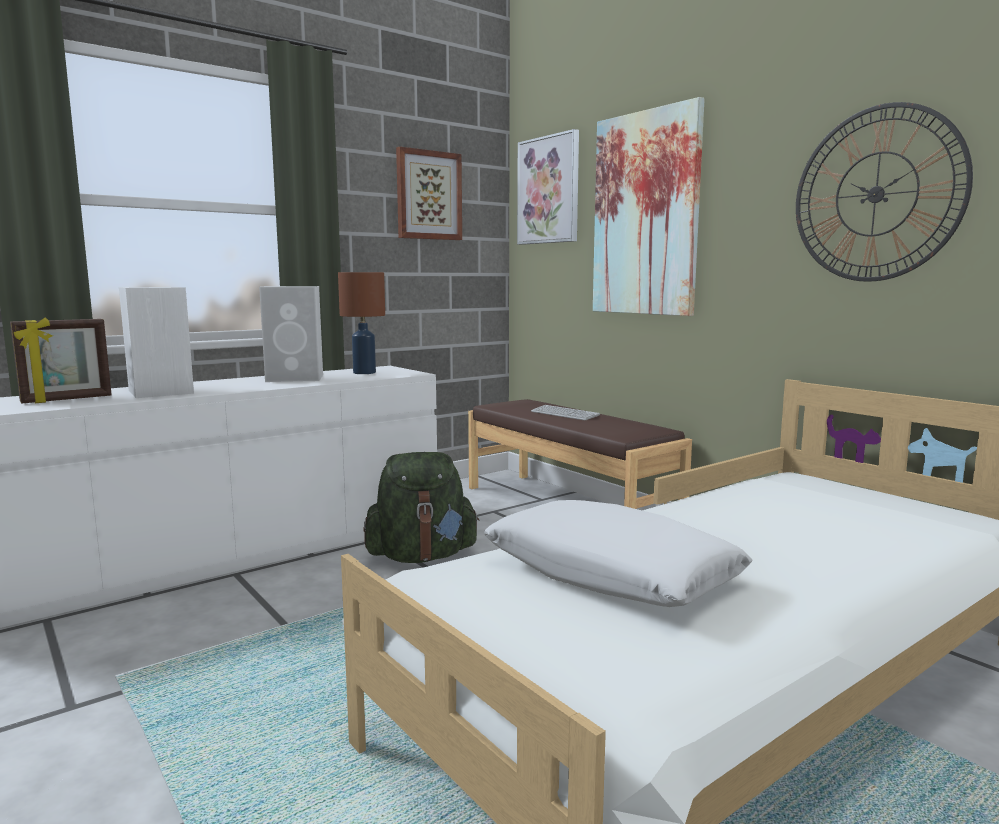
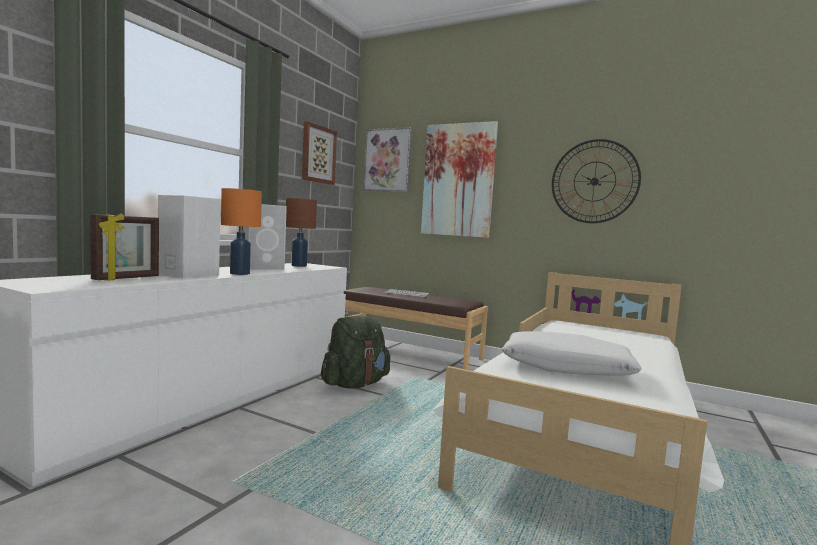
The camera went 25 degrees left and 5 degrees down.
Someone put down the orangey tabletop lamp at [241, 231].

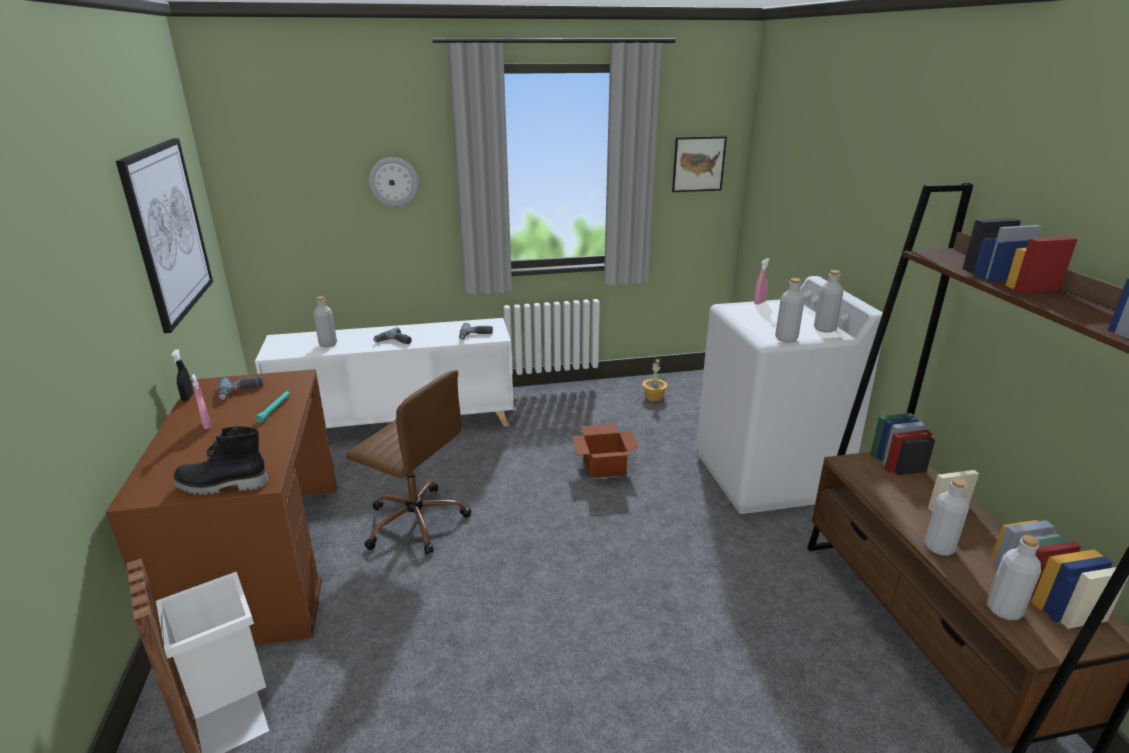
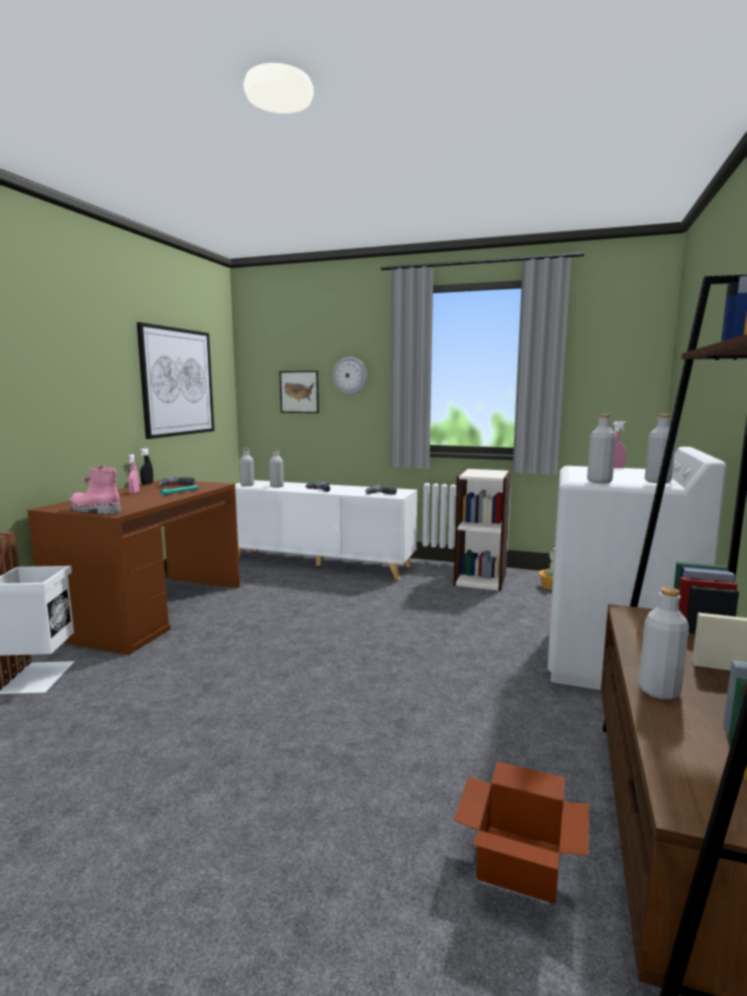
The camera went 30 degrees right and 15 degrees down.
Someone repainted the blackish tall boot at [220, 460], which became the pinkish tall boot at [95, 490].
Someone carried the grey bottle from [1014, 577] to [247, 467].
Someone carried the wall art from [699, 164] to [299, 392].
Someone put down the bookcase at [482, 529].
Someone carried the cardboard box from [606, 451] to [521, 832].
Someone took away the brown desk chair at [408, 462].

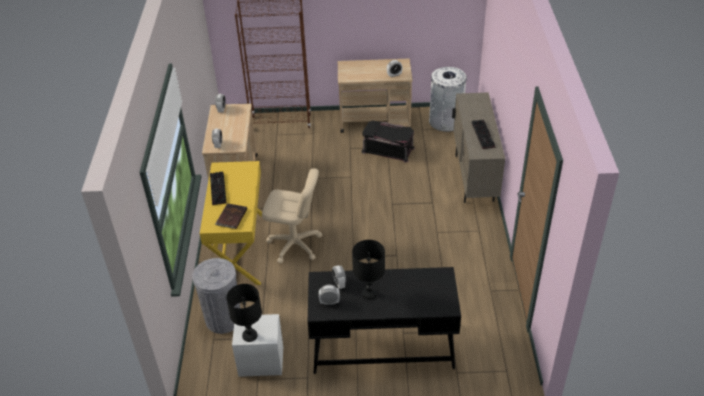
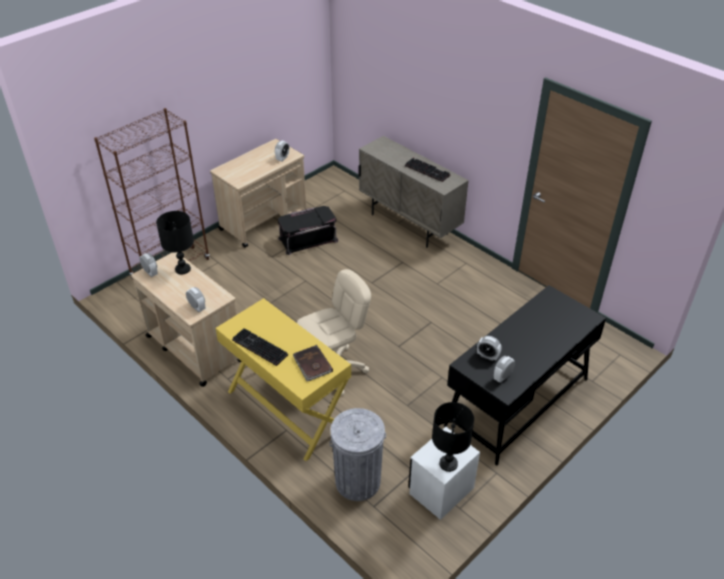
The camera went 45 degrees left and 0 degrees up.
Someone carried the blackish tabletop lamp from [368, 270] to [175, 242].
Someone took away the white waste bin at [448, 99].

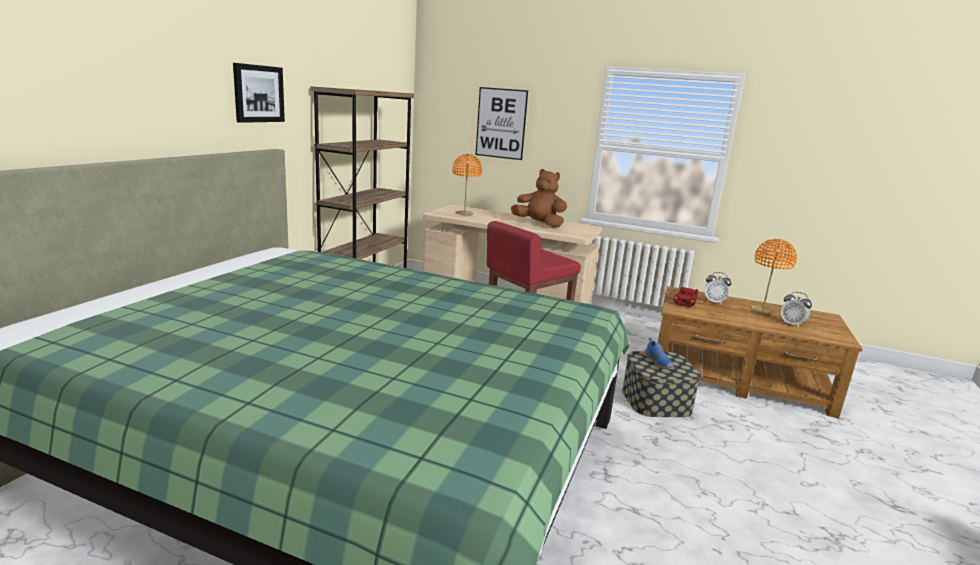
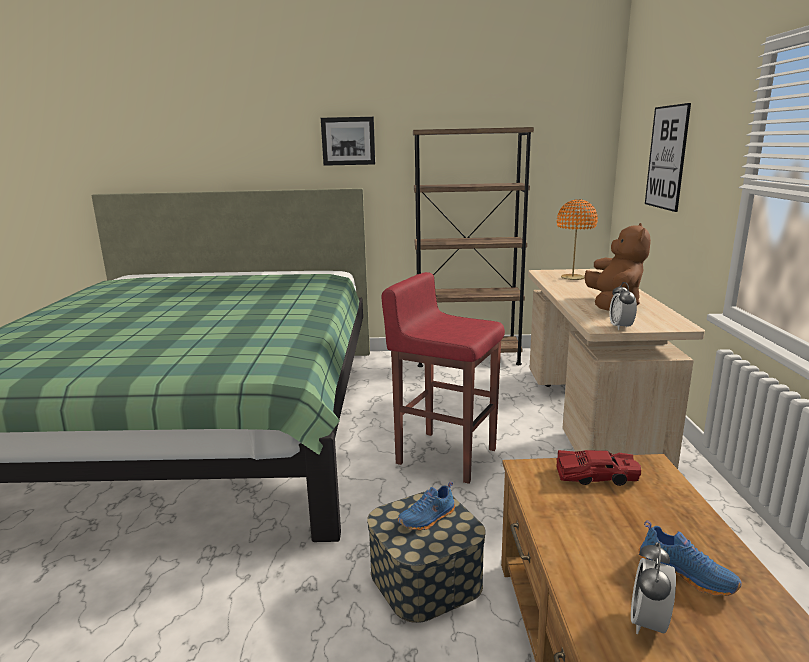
The camera went 70 degrees right and 0 degrees up.
Someone carried the alarm clock from [718, 288] to [623, 306].
Someone swapped the orangey tabletop lamp at [774, 277] for the bluish low shoe at [690, 558].

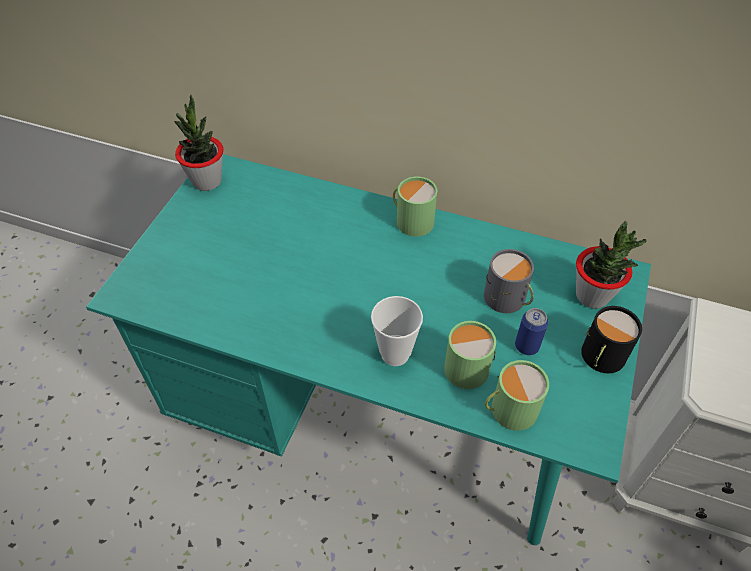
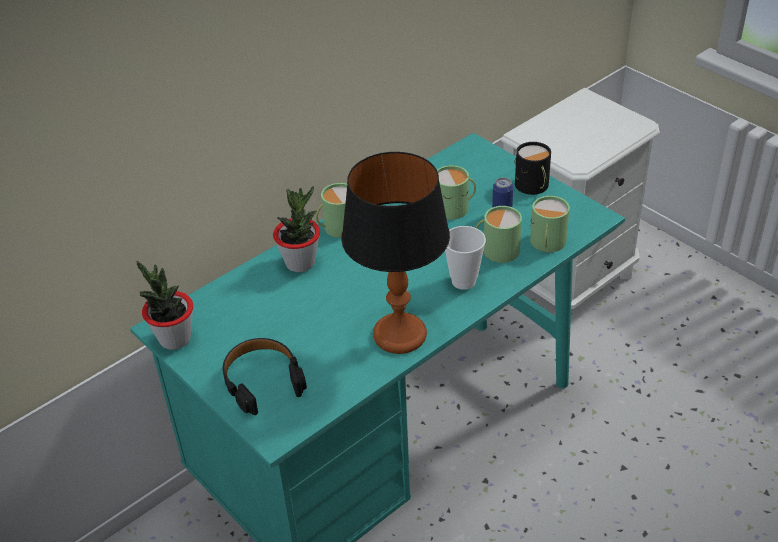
The camera went 60 degrees left and 10 degrees down.
Someone put down the blackish pair of headphones at [265, 376].
Someone carried the houseplant from [611, 264] to [296, 229].
Someone put down the tabletop lamp at [395, 253].
Someone repainted the grey mug at [509, 281], which became the green-coloured mug at [456, 192].

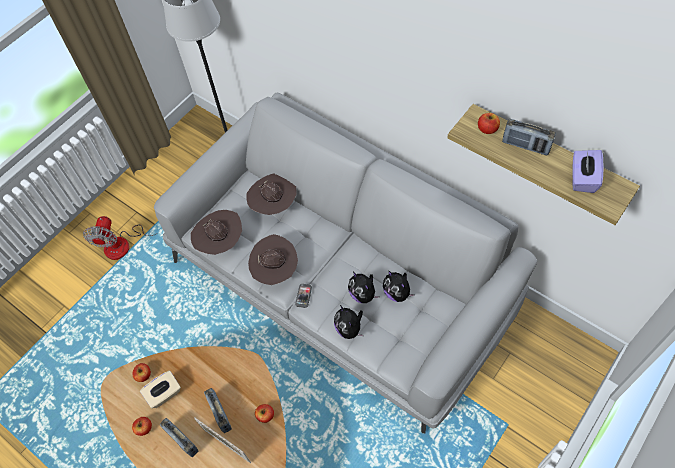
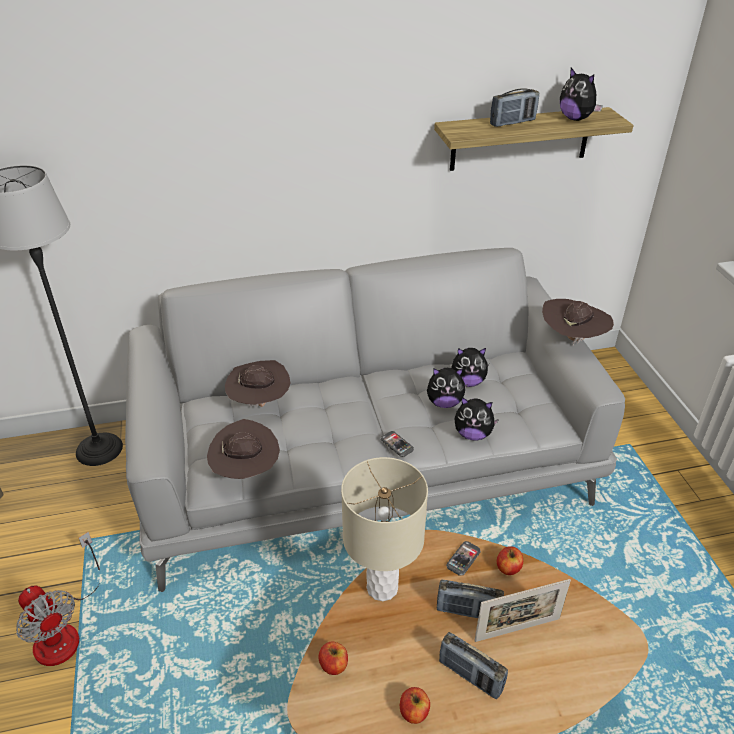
The camera went 55 degrees left and 20 degrees down.
Someone put down the beige tabletop lamp at [384, 529].
Someone rotated the radio at [179, 437] by 45 degrees clockwise.
Someone put down the phone at [463, 558].
Someone carried the brown hat from [273, 259] to [578, 322].
Someone swapped the purple tissue holder at [588, 171] for the soft toy at [581, 94].
Someone took away the beige tissue holder at [160, 389].
Someone took away the apple at [489, 123].

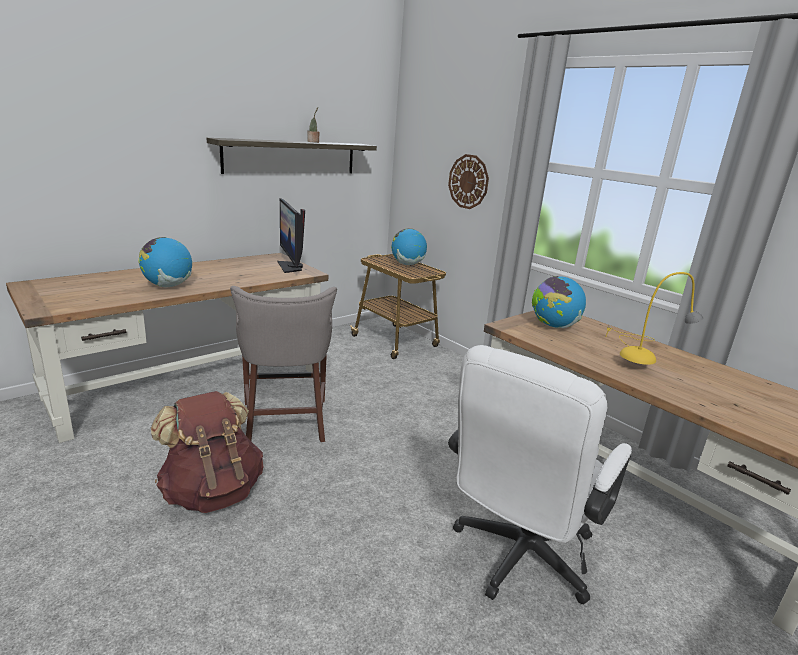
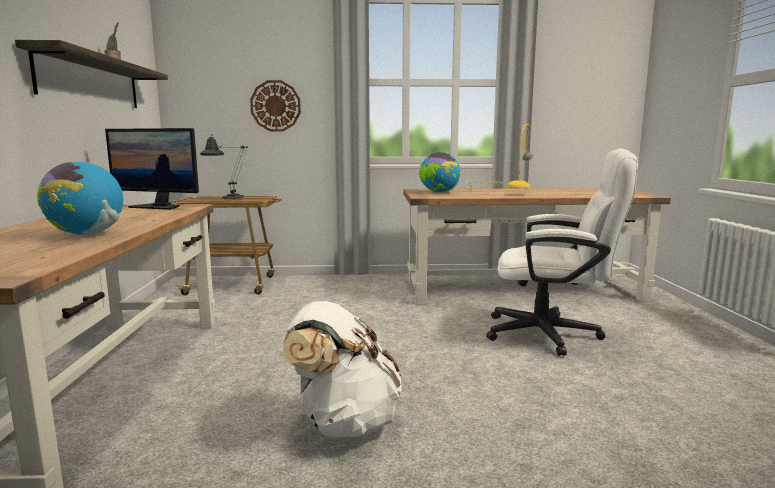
The camera went 50 degrees left and 10 degrees down.
Someone swapped the world globe at [409, 246] for the tabletop lamp at [224, 167].
Someone repainted the brown rucksack at [207, 452], which became the white rucksack at [342, 369].
Someone rotated the white desk chair at [540, 475] by 60 degrees counterclockwise.
Someone took away the grey stool seat at [283, 364].

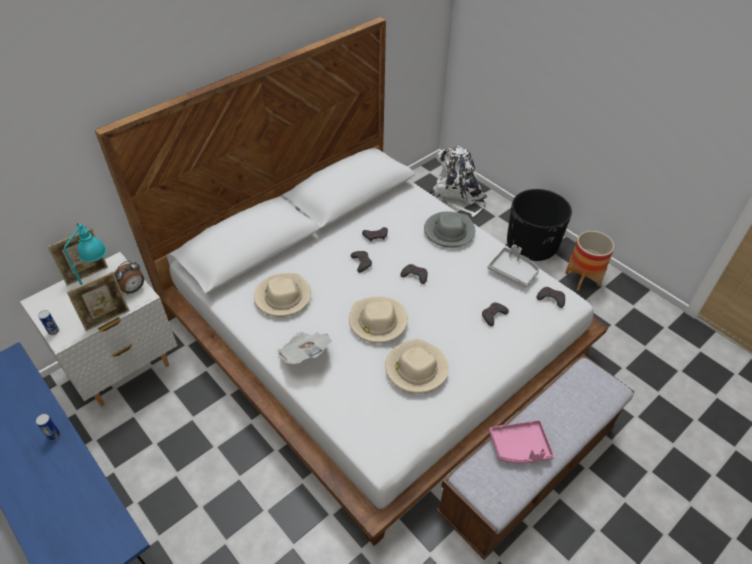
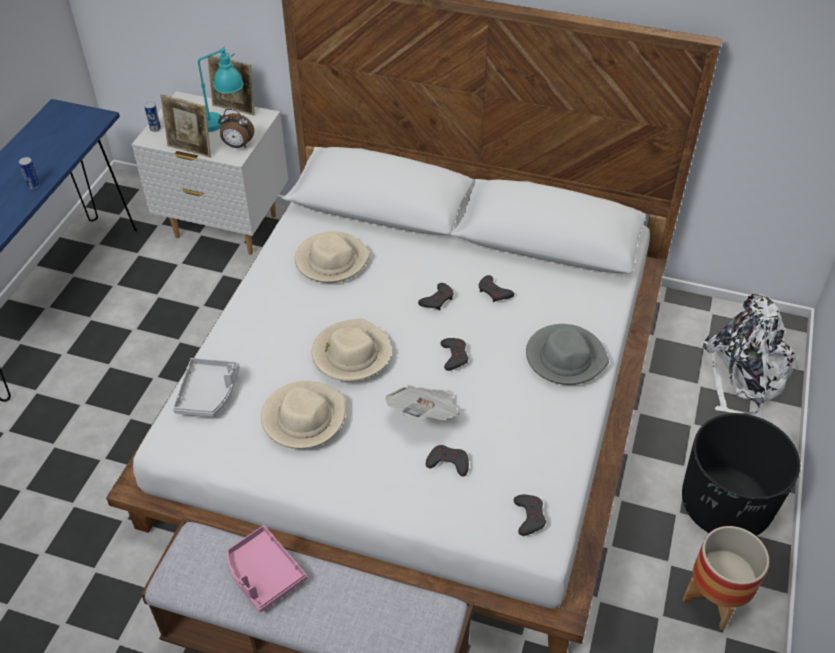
The camera went 60 degrees right and 0 degrees up.
Someone carried the grey serving tray from [513, 266] to [206, 387].
Someone carried the newspaper from [304, 348] to [423, 402].

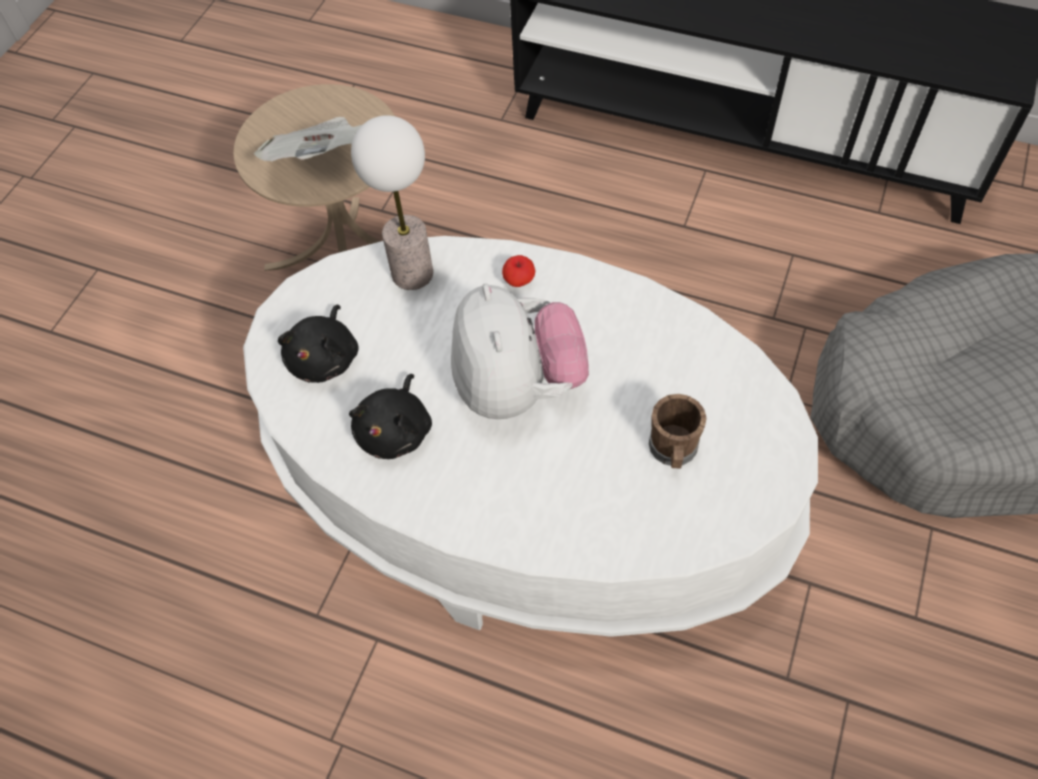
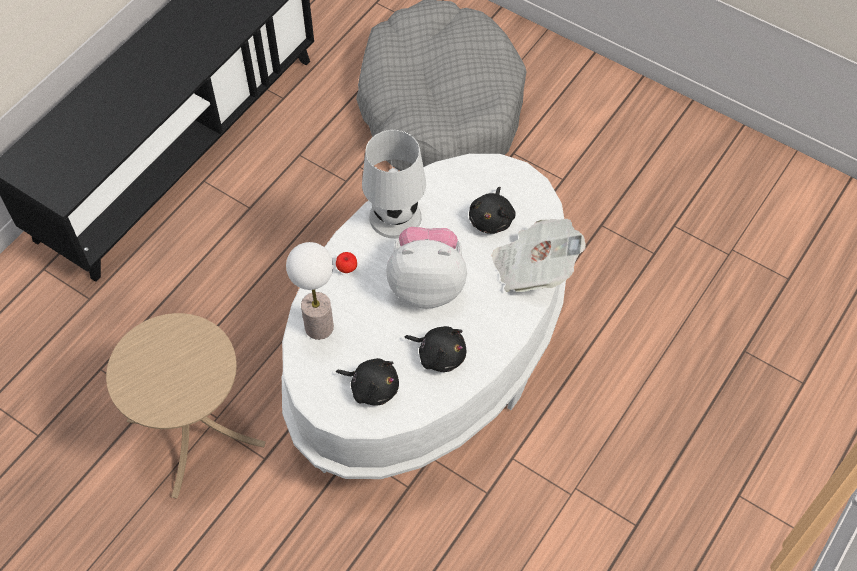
The camera went 80 degrees left and 0 degrees up.
Someone put down the white tabletop lamp at [394, 184].
Someone swapped the brown mug at [678, 431] for the blackish soft toy at [492, 210].
Someone carried the newspaper from [308, 139] to [538, 255].

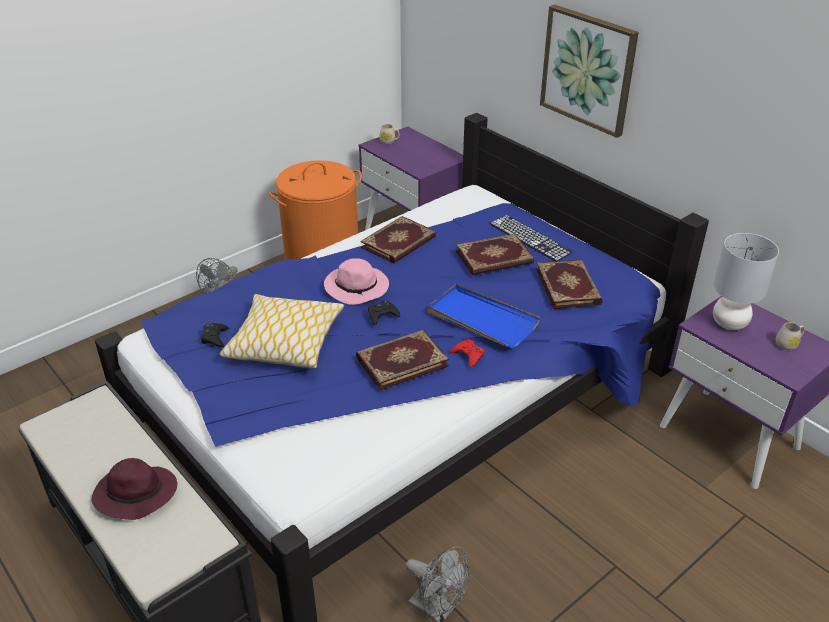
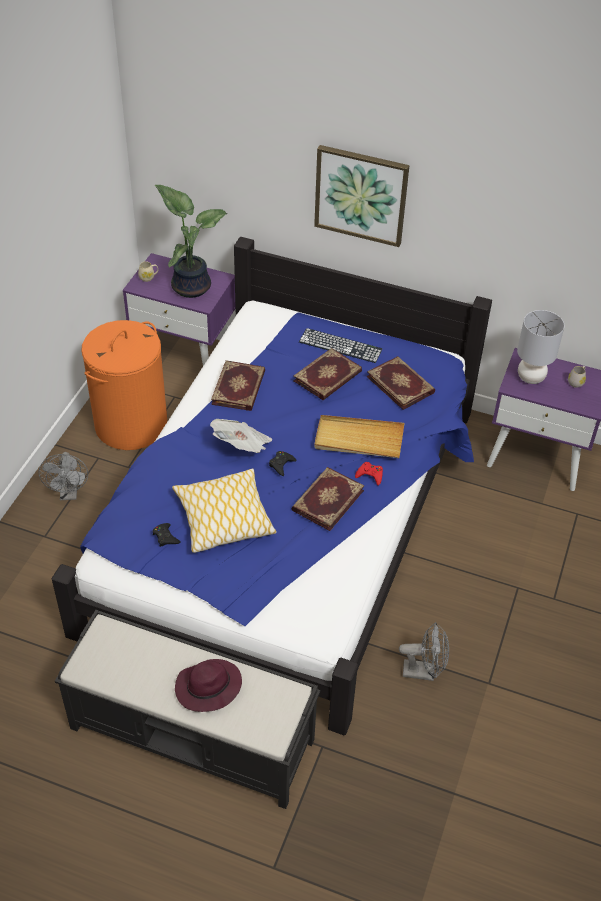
The camera went 30 degrees left and 10 degrees up.
Someone put down the houseplant at [191, 241].
Someone swapped the pinkish hat at [356, 281] for the newspaper at [241, 436].
Someone repainted the bluish serving tray at [484, 316], which became the beige serving tray at [359, 436].

